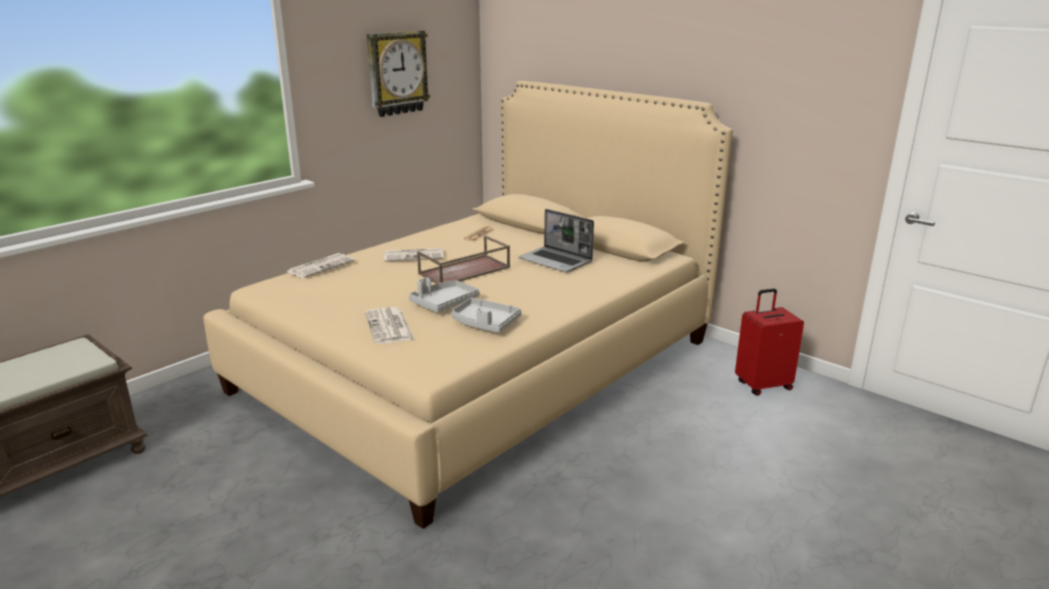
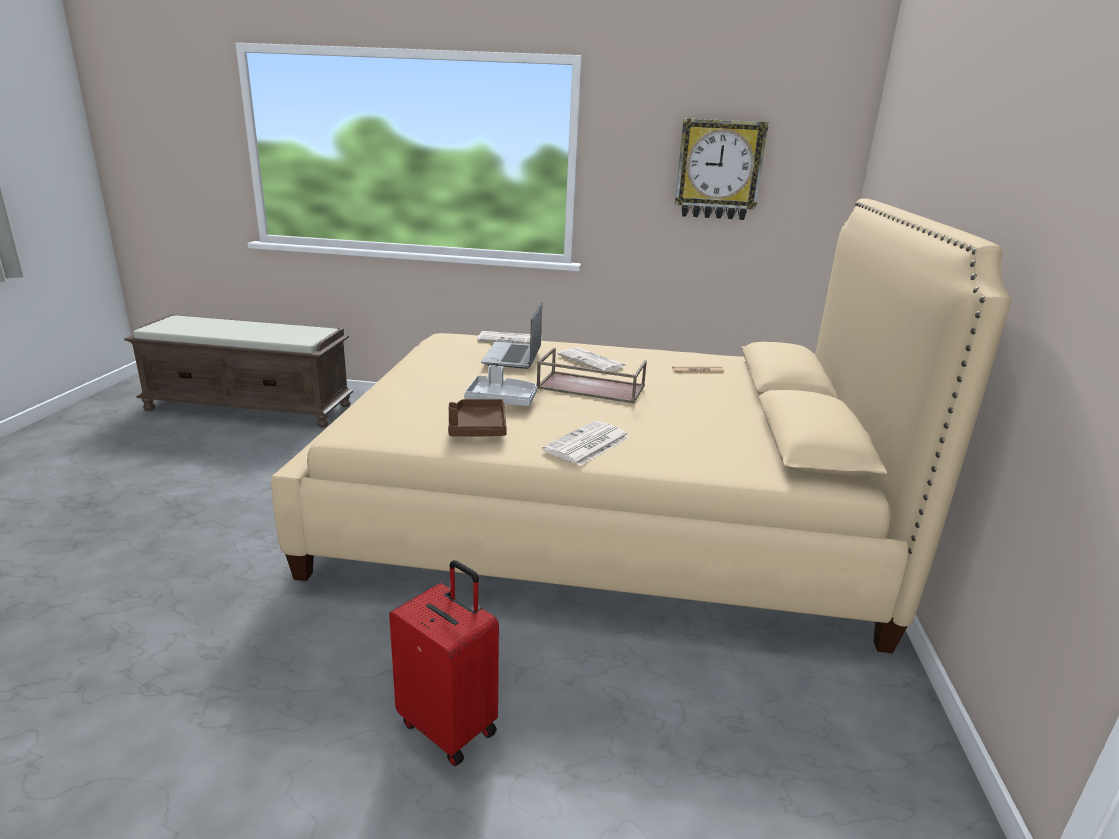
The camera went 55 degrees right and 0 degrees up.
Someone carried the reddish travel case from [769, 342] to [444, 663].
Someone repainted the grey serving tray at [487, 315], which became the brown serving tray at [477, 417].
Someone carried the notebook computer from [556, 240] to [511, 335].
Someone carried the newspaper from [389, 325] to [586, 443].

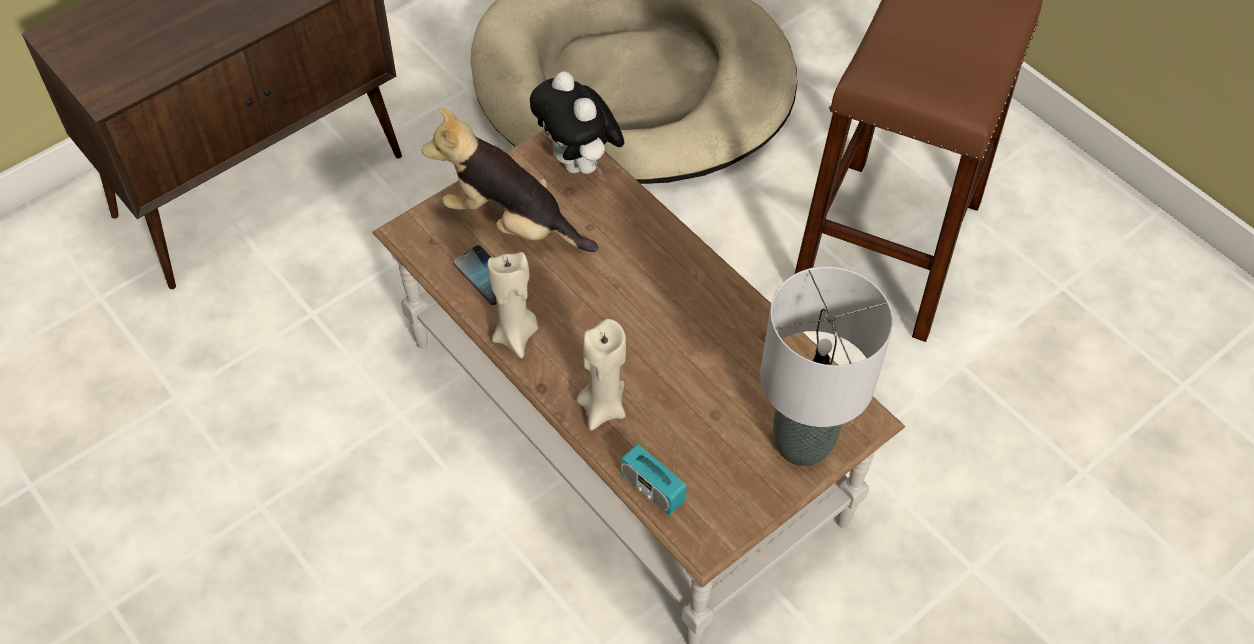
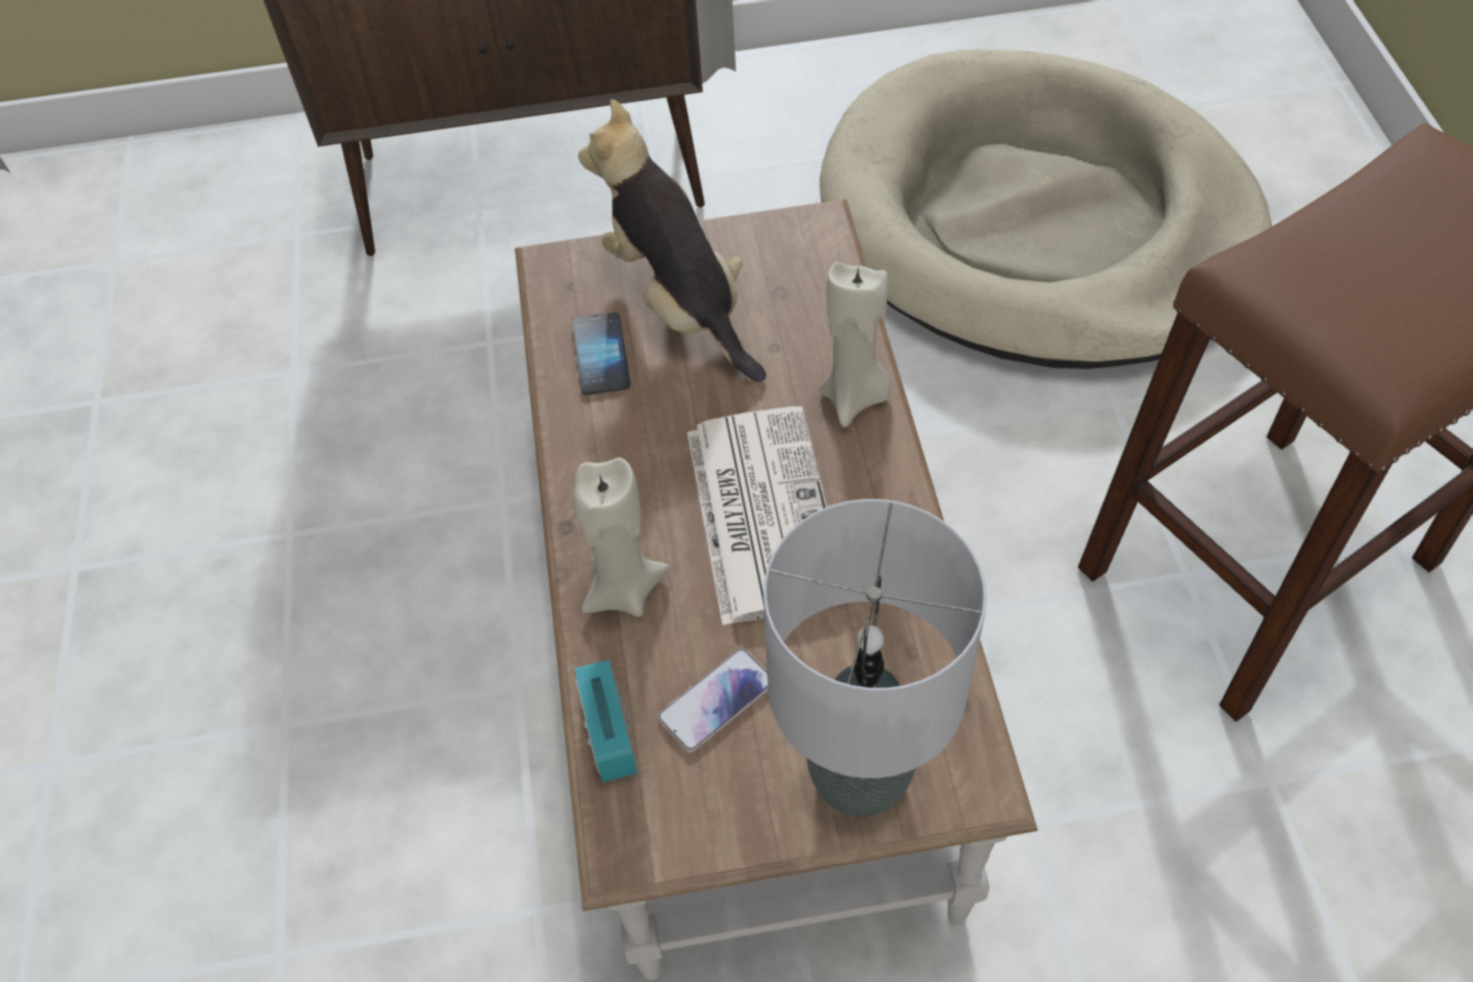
The camera went 35 degrees right and 0 degrees up.
Someone put down the phone at [712, 700].
Someone put down the newspaper at [766, 515].
Someone carried the beige wax candle from [512, 305] to [855, 344].
Someone took away the soft toy at [577, 123].

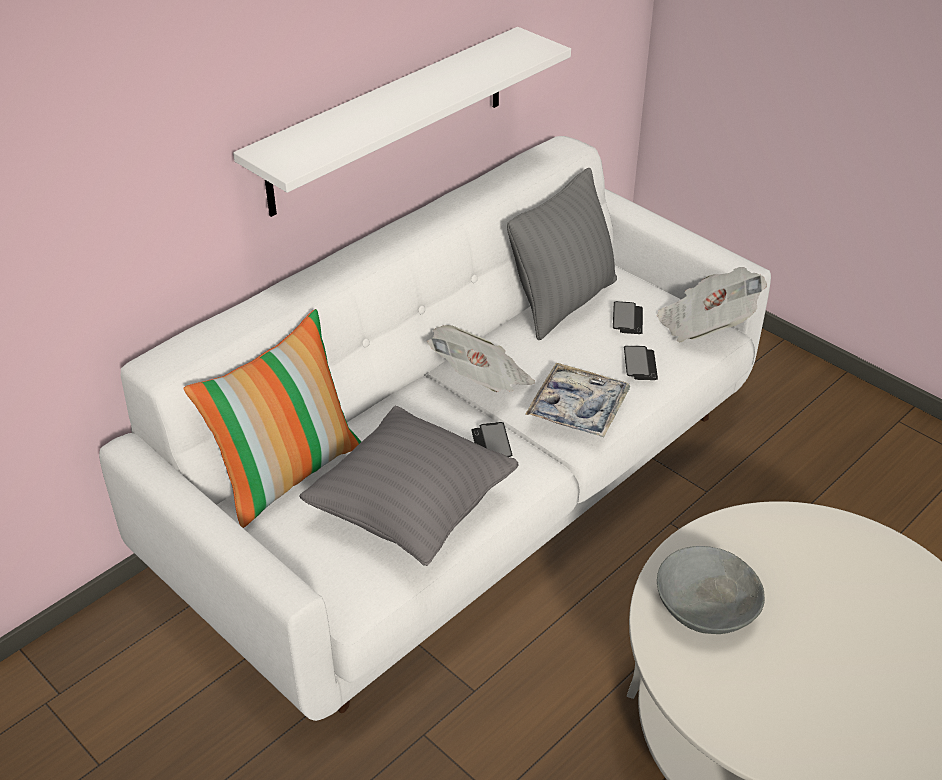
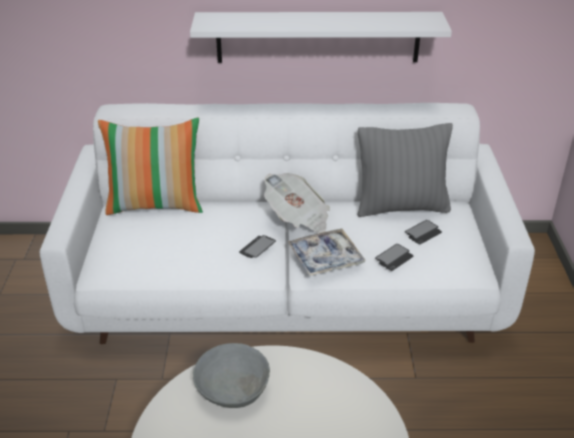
The camera went 45 degrees right and 5 degrees down.
Someone took away the grey throw pillow at [409, 486].
Someone took away the newspaper at [712, 305].

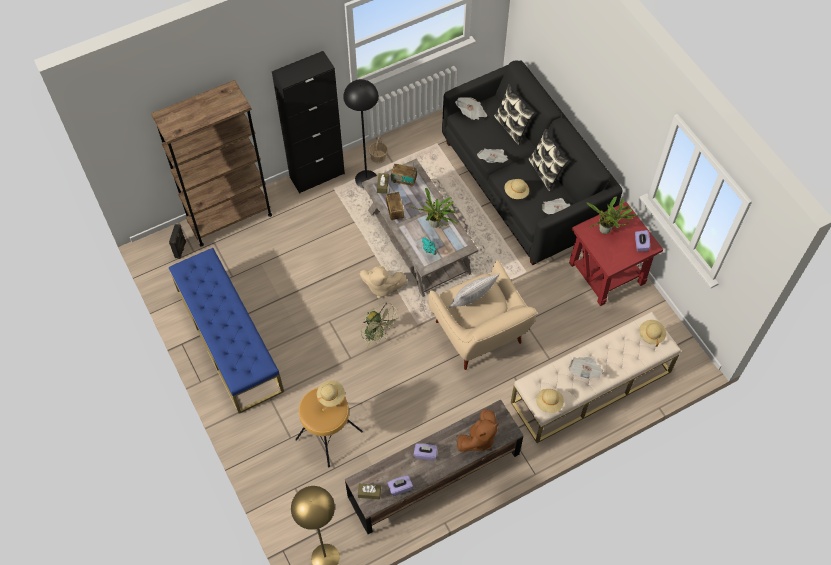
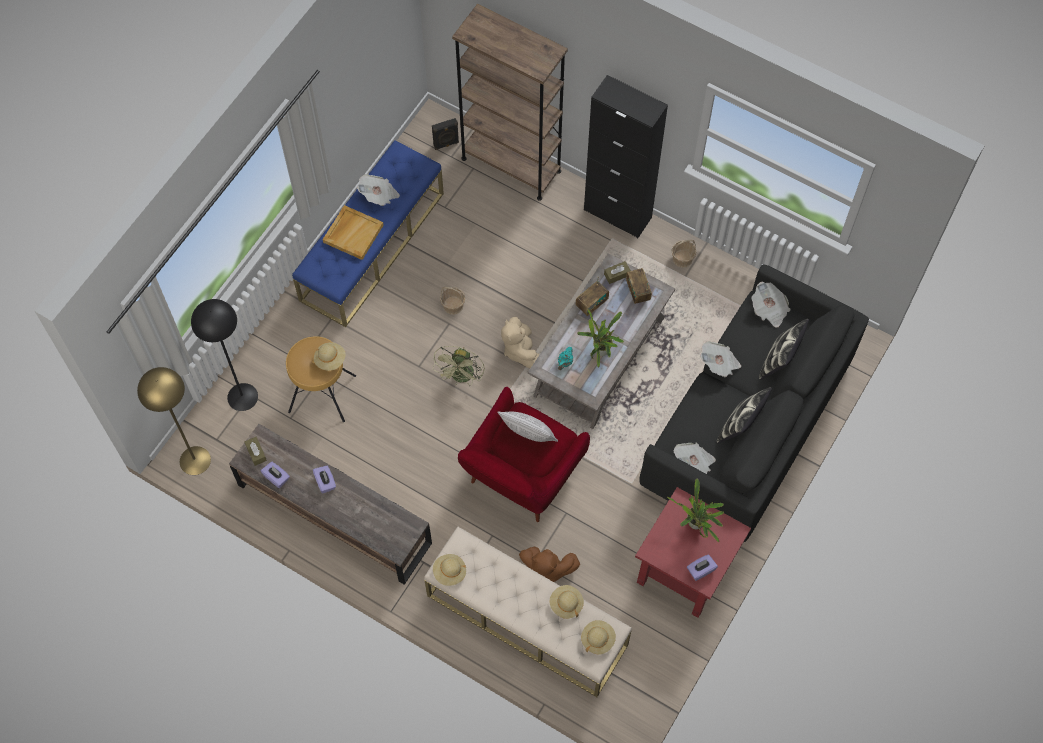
The camera went 60 degrees right and 5 degrees up.
Someone carried the blackish standard lamp from [361, 134] to [224, 355].
Someone put down the beige serving tray at [353, 232].
Someone carried the newspaper from [585, 367] to [378, 190].
Someone put down the storage basket at [452, 301].
Someone repainted the beige easy chair at [482, 315], which became the reddish easy chair at [524, 454].
Someone carried the brown soft toy from [478, 430] to [549, 564].
Someone carried the beige hat from [517, 189] to [566, 602].

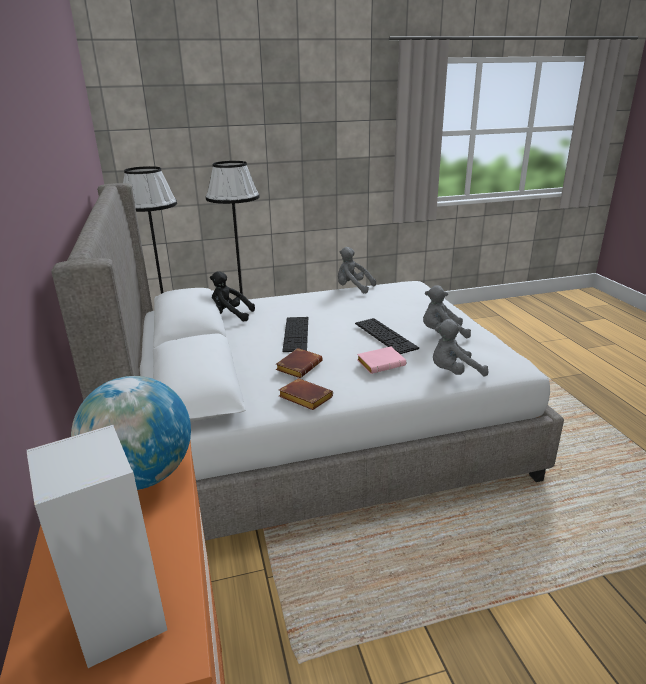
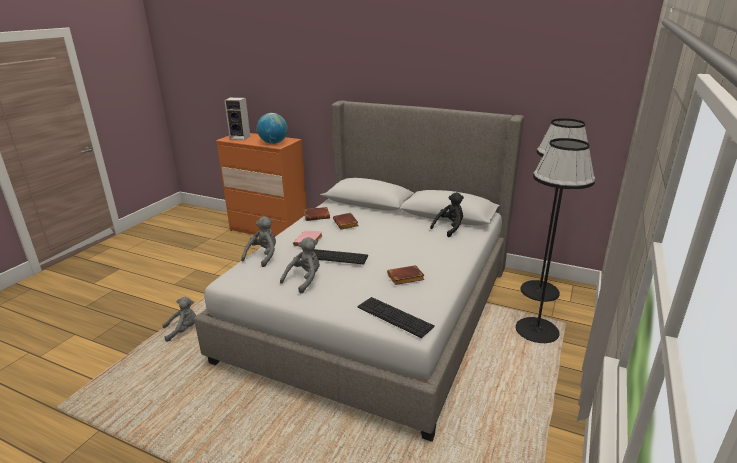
The camera went 130 degrees right and 0 degrees up.
Someone carried the grey soft toy from [357, 270] to [179, 319].
Someone carried the computer keyboard from [295, 334] to [396, 317].
Someone put down the brown book at [406, 275].

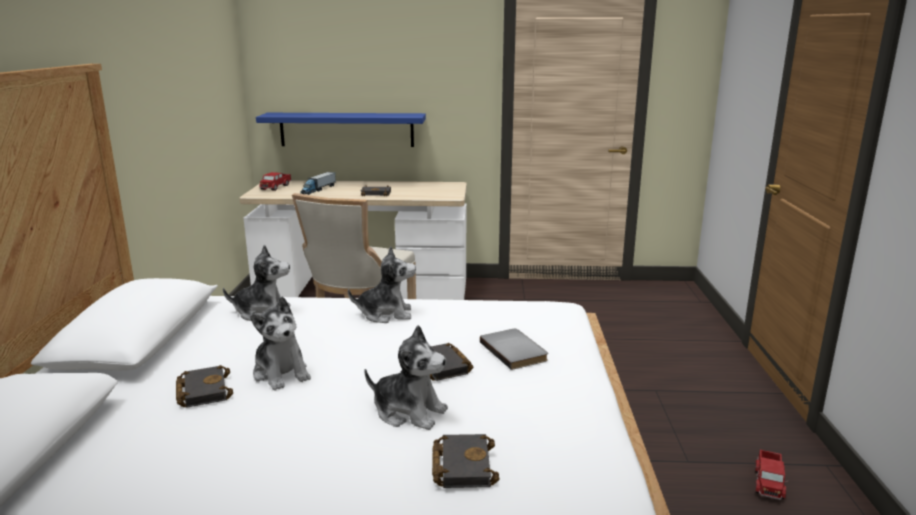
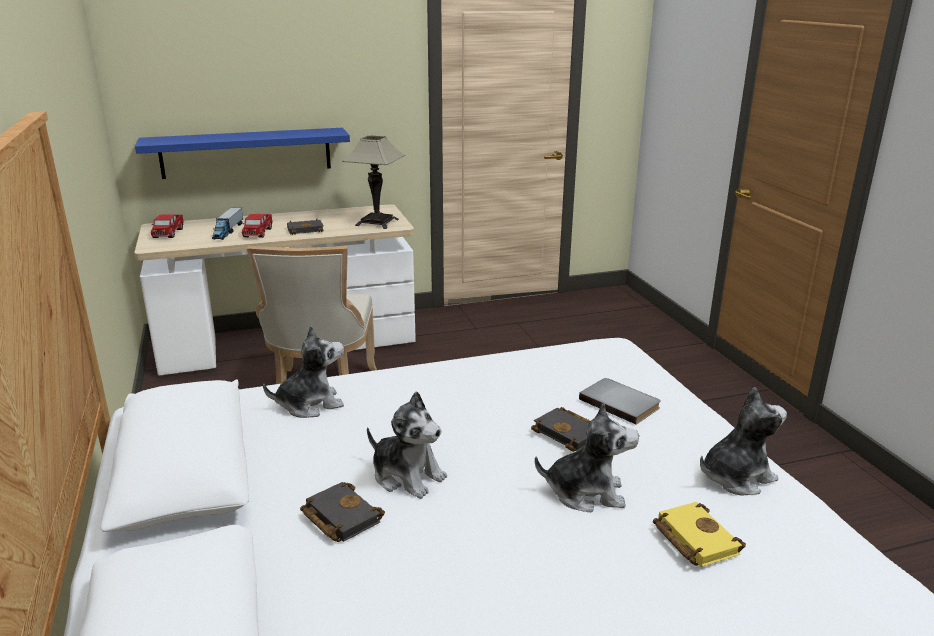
The camera went 20 degrees left and 5 degrees up.
Someone carried the model truck from [771, 475] to [257, 226].
Someone put down the tabletop lamp at [373, 182].
Someone repainted the blackish book at [465, 461], which became the yellow book at [699, 534].
Someone carried the soft toy from [382, 284] to [743, 441].

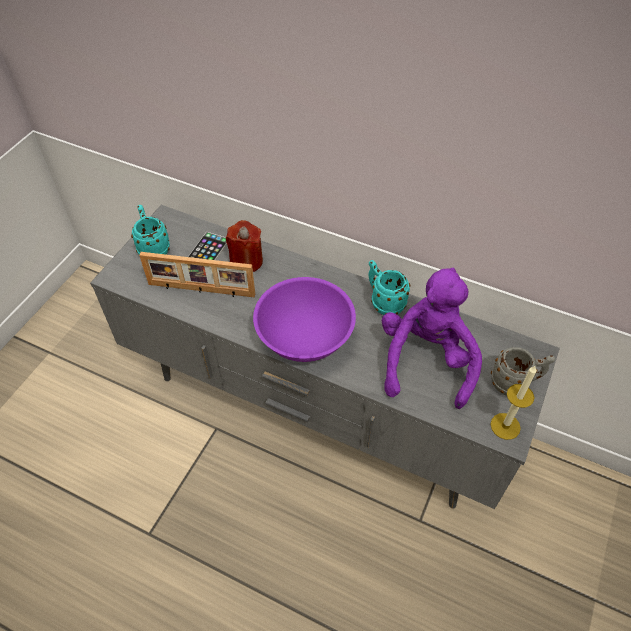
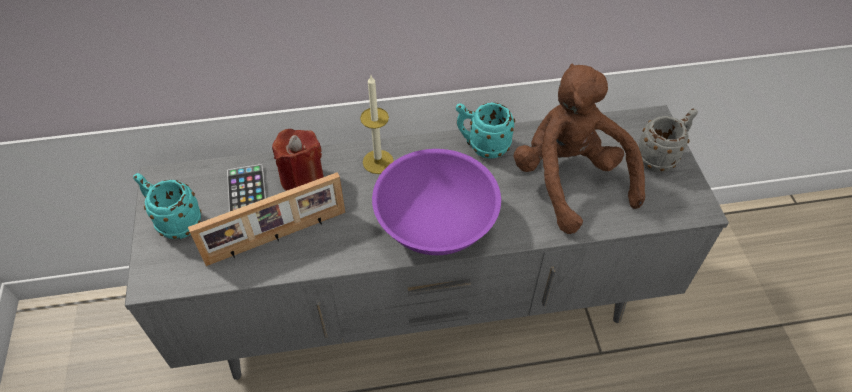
The camera went 35 degrees left and 0 degrees up.
Someone carried the wax candle from [513, 402] to [377, 124].
Someone repainted the purple soft toy at [432, 338], which became the brown soft toy at [579, 149].

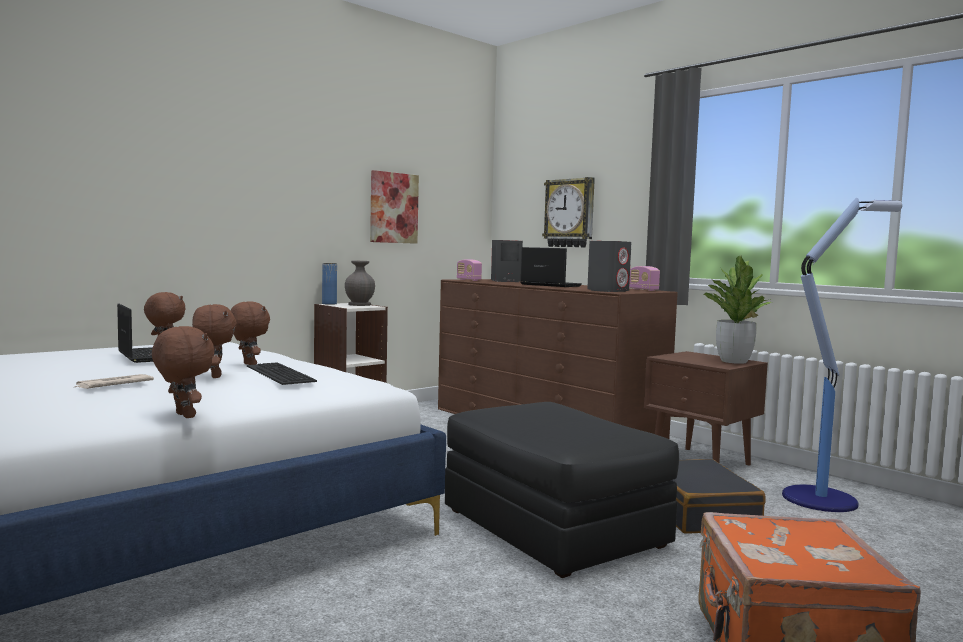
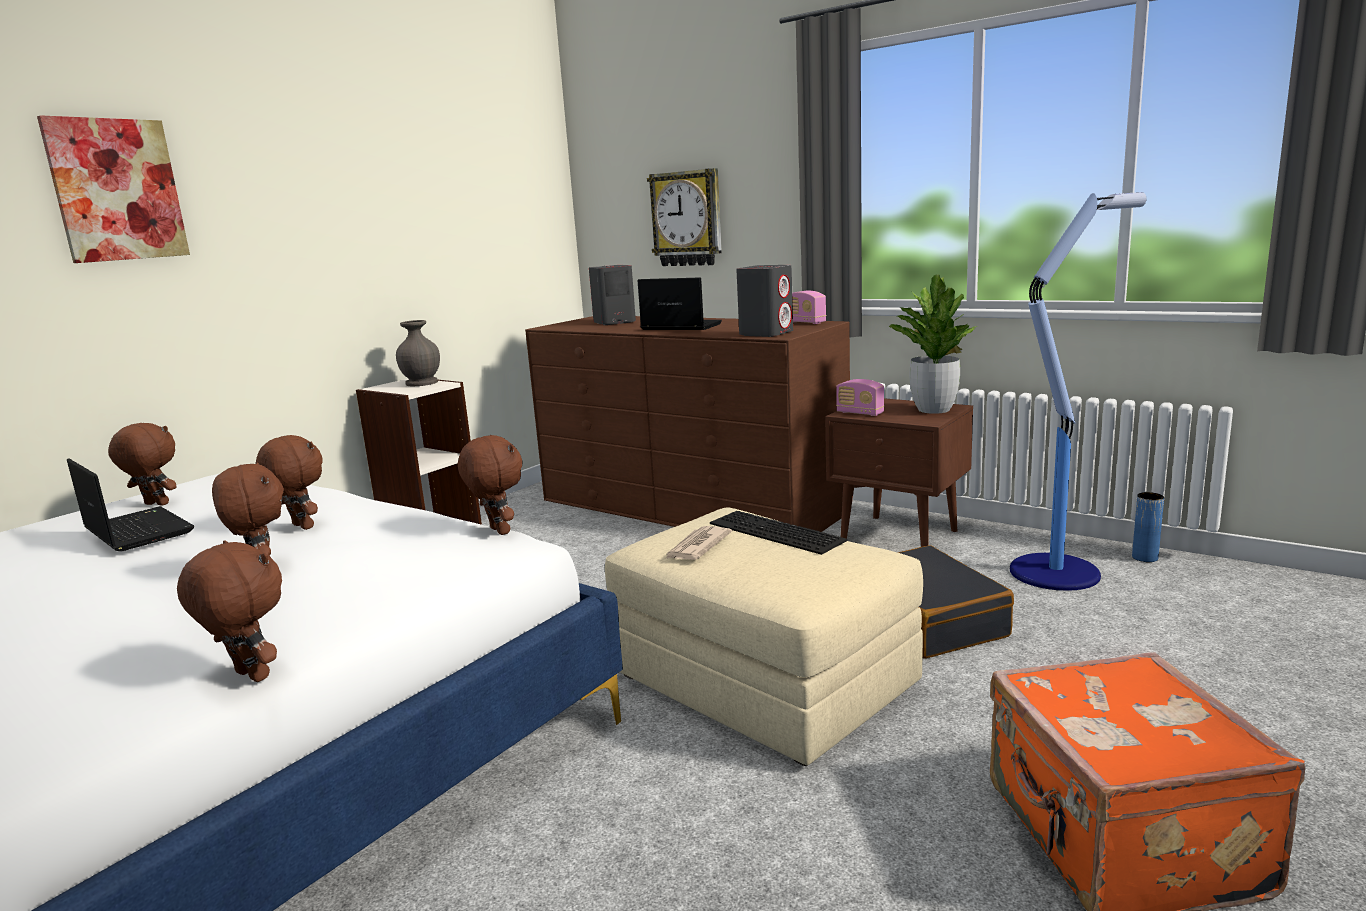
The camera went 10 degrees left and 10 degrees up.
Someone carried the wall art from [394, 207] to [113, 189].
Someone put down the brown soft toy at [490, 485].
Someone repainted the blackish footrest at [562, 490], which became the beige footrest at [764, 636].
Someone carried the newspaper from [113, 381] to [698, 543].
Someone carried the computer keyboard from [282, 373] to [778, 533].
Someone carried the radio from [469, 270] to [860, 397].
Someone carried the bluish decorative vase from [329, 284] to [1148, 527].

